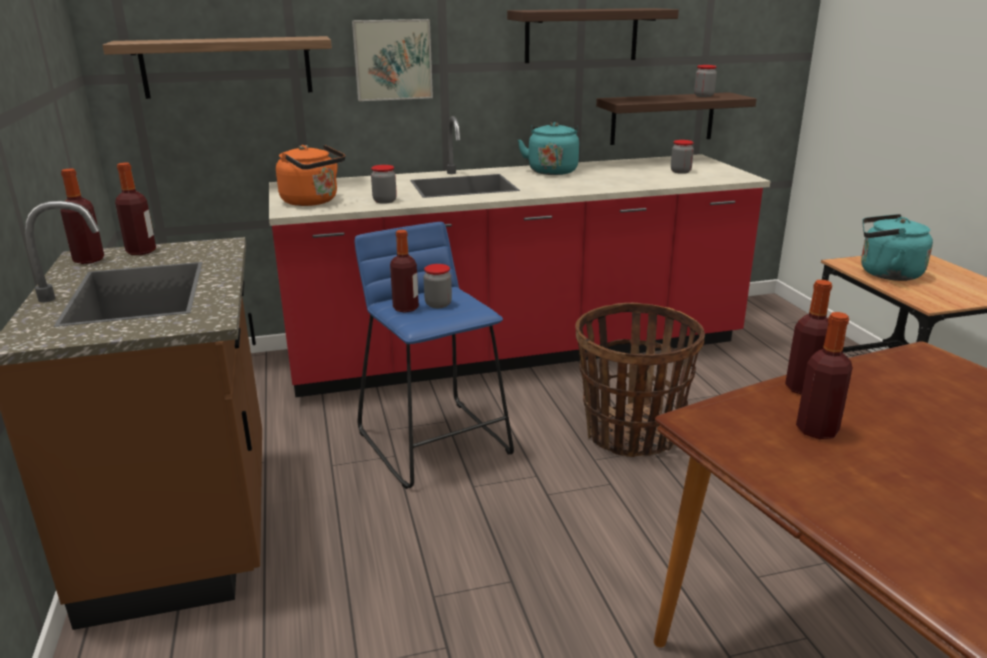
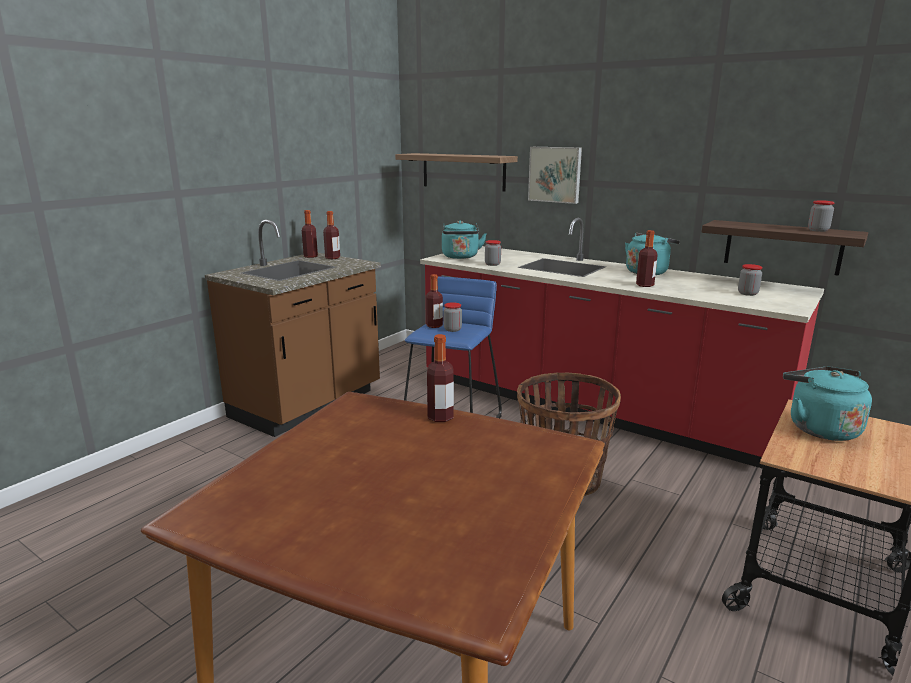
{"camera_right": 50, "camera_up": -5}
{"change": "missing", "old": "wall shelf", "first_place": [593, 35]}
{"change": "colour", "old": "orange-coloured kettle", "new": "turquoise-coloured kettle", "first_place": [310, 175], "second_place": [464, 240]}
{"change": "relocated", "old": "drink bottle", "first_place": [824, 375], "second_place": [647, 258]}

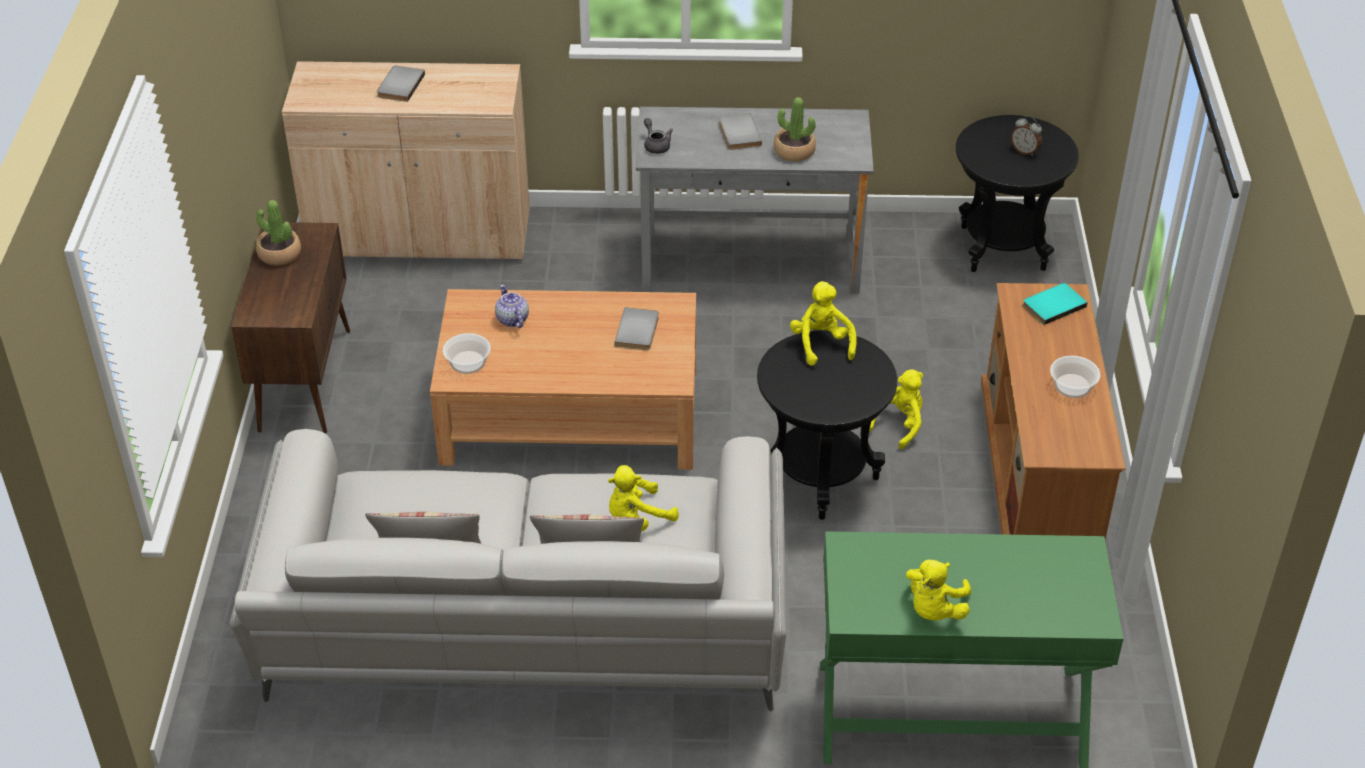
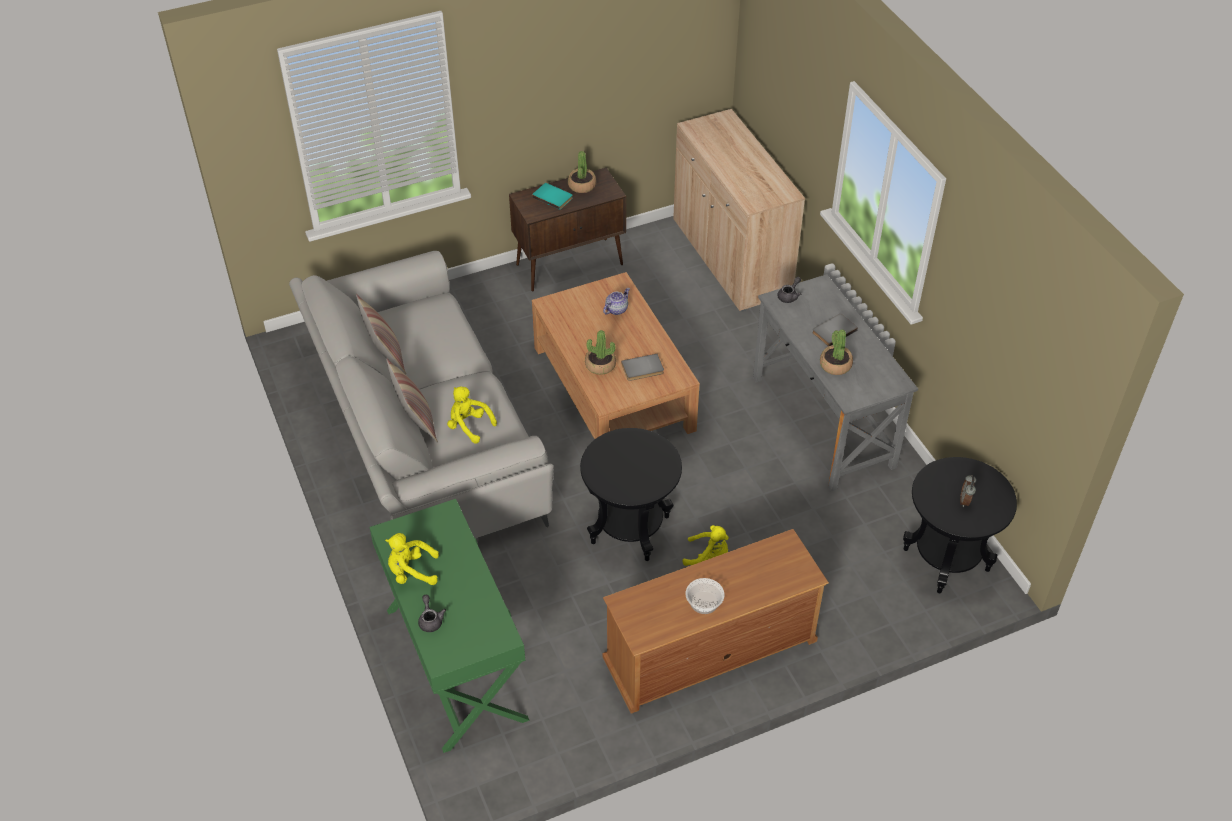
{"camera_right": 65, "camera_up": 5}
{"change": "missing", "old": "greyish bound book", "first_place": [401, 83]}
{"change": "missing", "old": "yellow-coloured plush toy", "first_place": [823, 323]}
{"change": "relocated", "old": "turquoise-coloured bound book", "first_place": [1055, 304], "second_place": [552, 196]}
{"change": "missing", "old": "bowl", "first_place": [467, 353]}
{"change": "appeared", "new": "houseplant", "second_place": [600, 352]}
{"change": "appeared", "new": "greyish pot for tea", "second_place": [432, 613]}

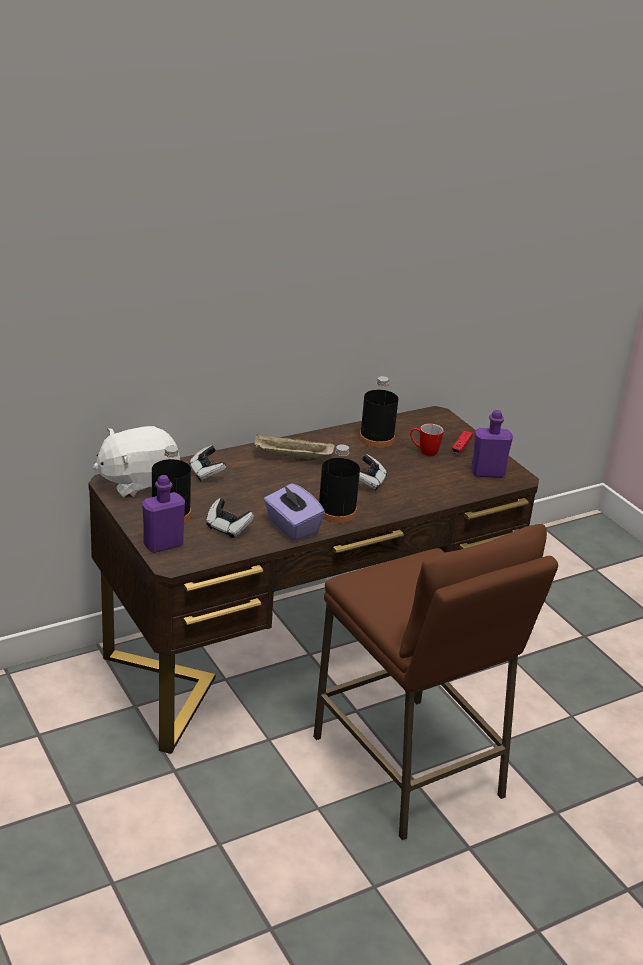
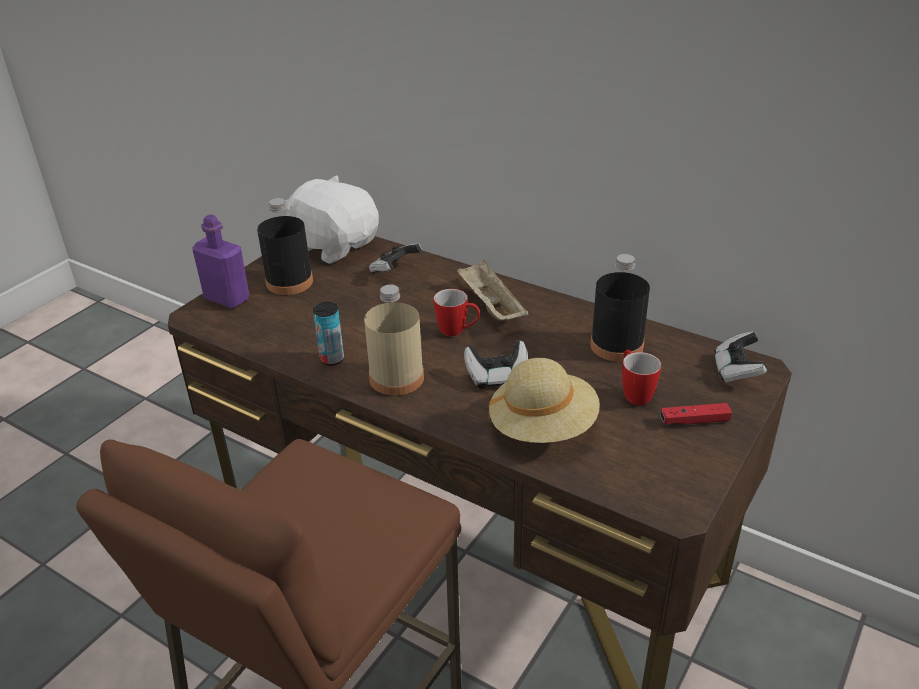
{"camera_right": 65, "camera_up": 5}
{"change": "missing", "old": "purple-coloured drink bottle", "first_place": [492, 444]}
{"change": "colour", "old": "black drink bottle", "new": "beige drink bottle", "first_place": [339, 483], "second_place": [394, 340]}
{"change": "exchanged", "old": "purple-coloured tissue holder", "new": "can", "first_place": [294, 512], "second_place": [328, 334]}
{"change": "relocated", "old": "joypad", "first_place": [230, 518], "second_place": [741, 357]}
{"change": "appeared", "new": "coffee mug", "second_place": [457, 312]}
{"change": "appeared", "new": "beige clothing hat", "second_place": [544, 400]}

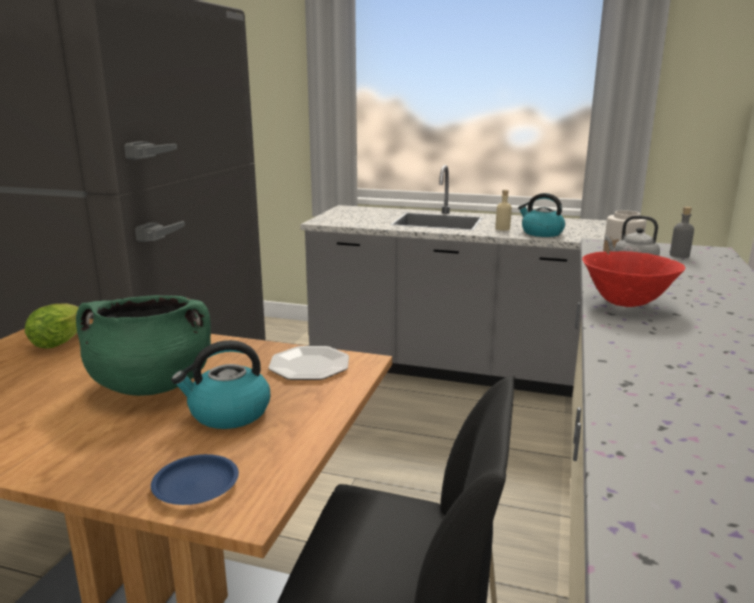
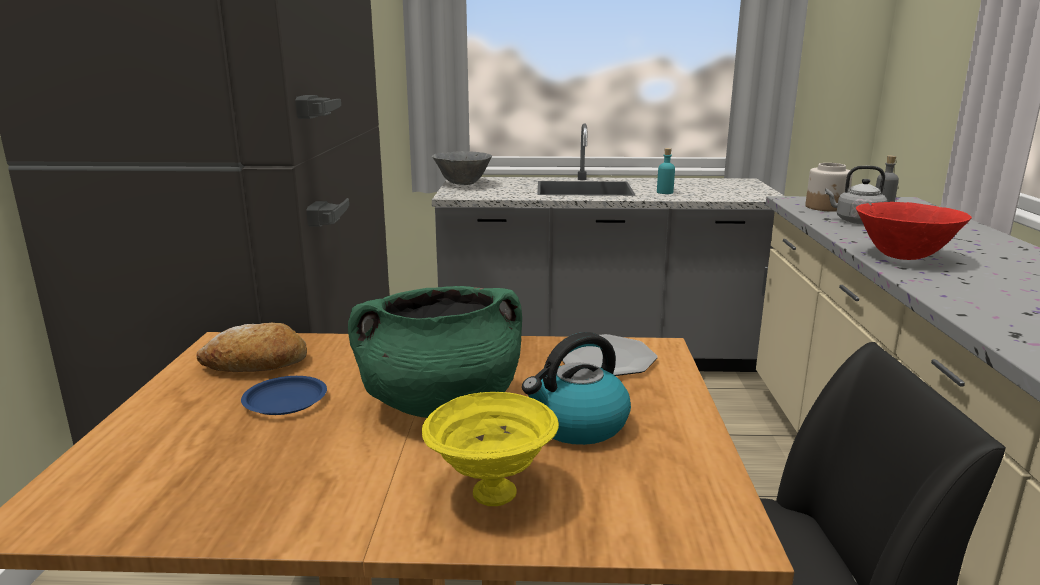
{"camera_right": -15, "camera_up": 0}
{"change": "colour", "old": "beige drink bottle", "new": "turquoise-coloured drink bottle", "first_place": [503, 210], "second_place": [666, 171]}
{"change": "missing", "old": "kettle", "first_place": [541, 215]}
{"change": "exchanged", "old": "lettuce", "new": "bakery bread", "first_place": [52, 326], "second_place": [251, 347]}
{"change": "relocated", "old": "bluish plate", "first_place": [195, 479], "second_place": [284, 395]}
{"change": "appeared", "new": "greyish bowl", "second_place": [462, 168]}
{"change": "appeared", "new": "yellow-coloured bowl", "second_place": [490, 449]}

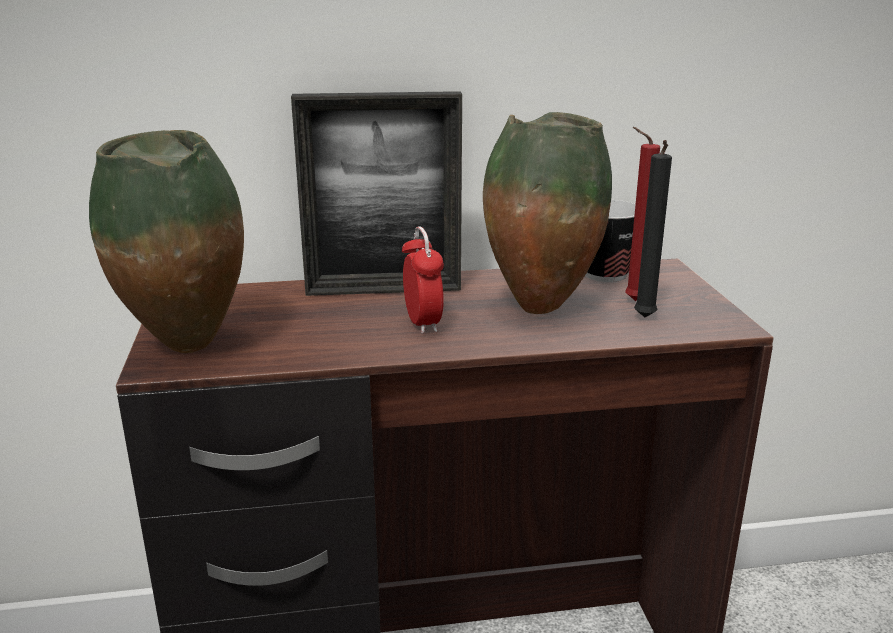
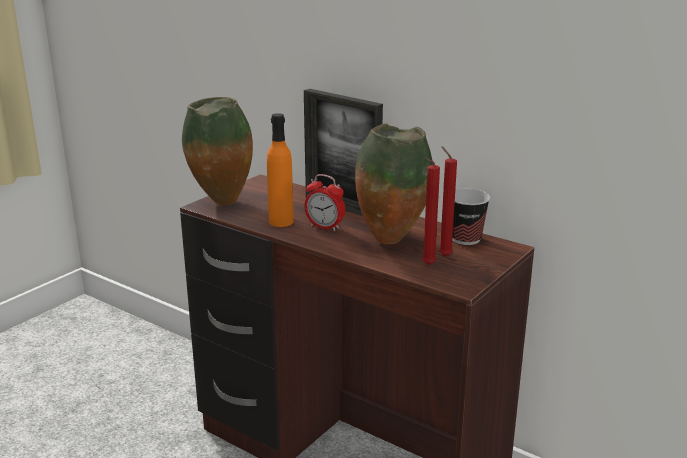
{"camera_right": 45, "camera_up": 0}
{"change": "colour", "old": "black candle", "new": "red-coloured candle", "first_place": [653, 228], "second_place": [431, 211]}
{"change": "spun", "old": "table clock", "first_place": [423, 280], "second_place": [324, 202], "degrees": 90}
{"change": "appeared", "new": "orange-coloured drink bottle", "second_place": [280, 170]}

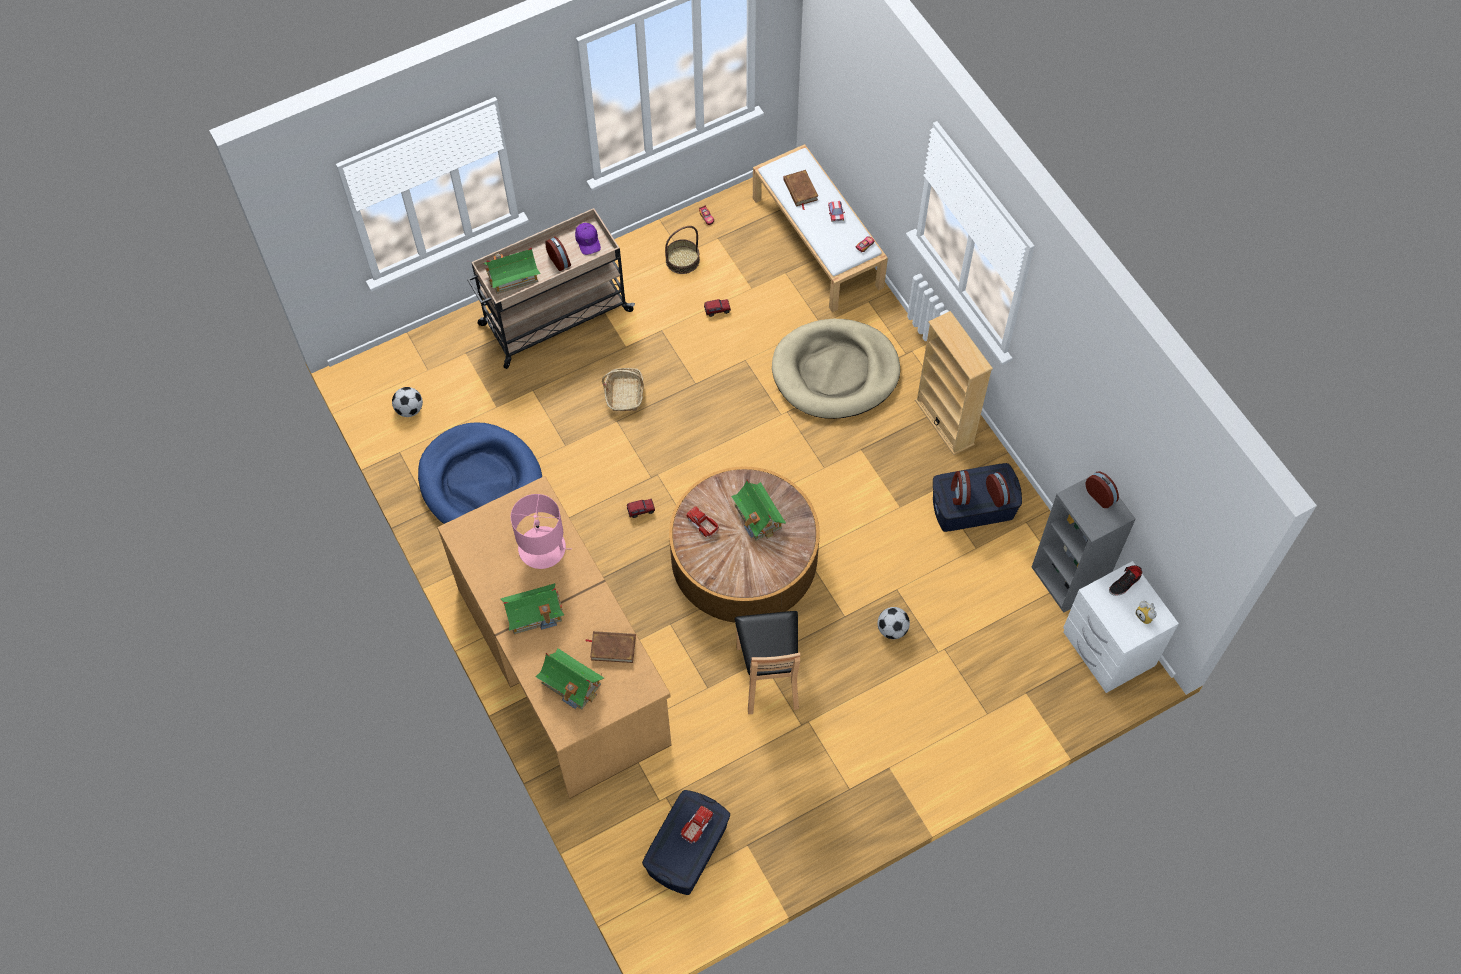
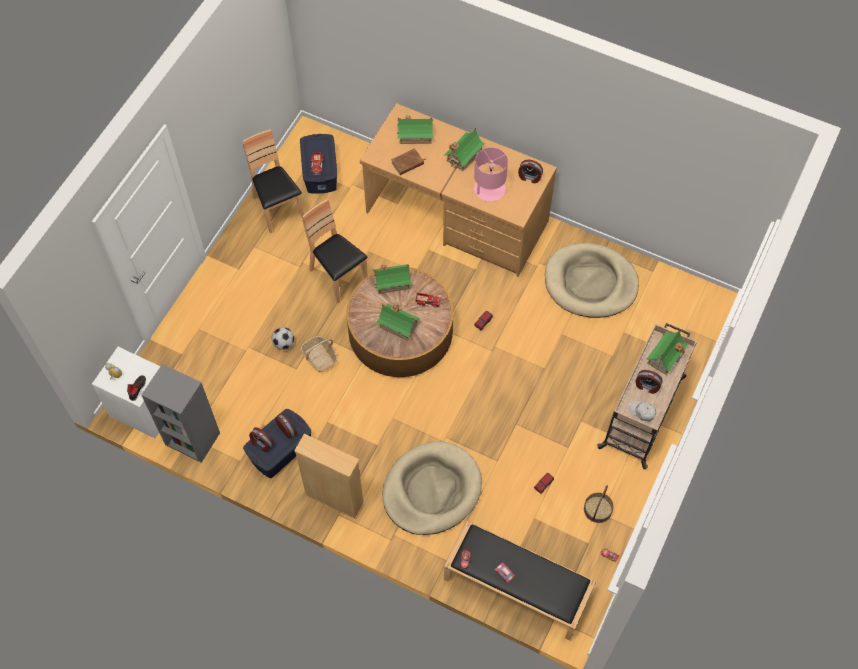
{"camera_right": 145, "camera_up": 0}
{"change": "colour", "old": "white long seat", "new": "black long seat", "first_place": [820, 228], "second_place": [520, 580]}
{"change": "missing", "old": "brown bound book", "first_place": [800, 190]}
{"change": "colour", "old": "purple-coloured cap", "new": "white cap", "first_place": [588, 239], "second_place": [642, 410]}
{"change": "relocated", "old": "storage basket", "first_place": [623, 389], "second_place": [319, 354]}
{"change": "missing", "old": "football", "first_place": [407, 402]}
{"change": "colour", "old": "bluish pet bed", "new": "beige pet bed", "first_place": [480, 473], "second_place": [592, 280]}
{"change": "relocated", "old": "table clock", "first_place": [1102, 490], "second_place": [530, 171]}
{"change": "appeared", "new": "brown plain chair", "second_place": [273, 181]}
{"change": "appeared", "new": "model house", "second_place": [392, 279]}

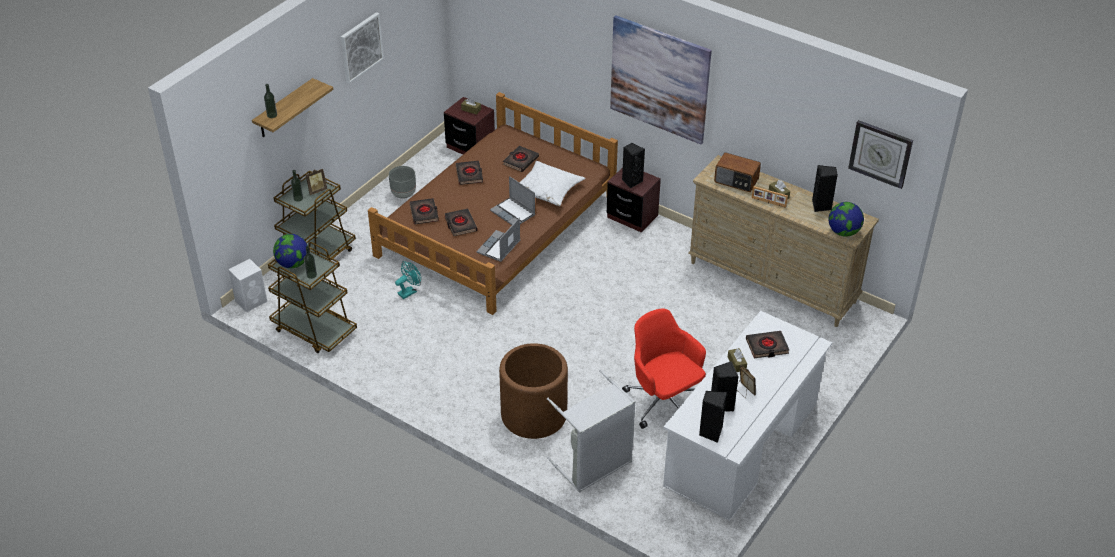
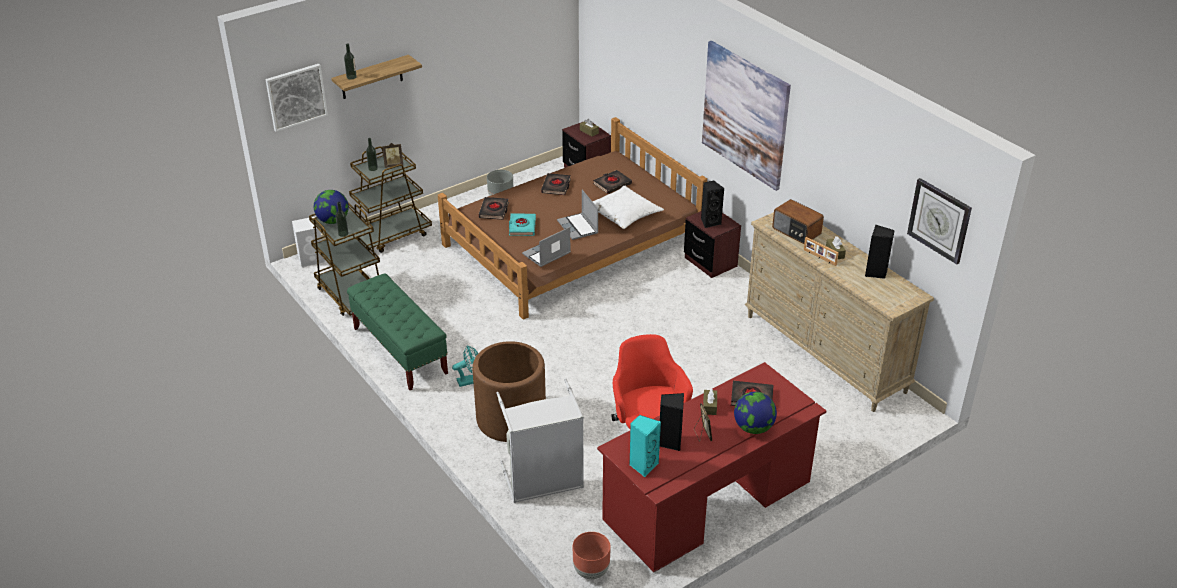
{"camera_right": 20, "camera_up": -5}
{"change": "relocated", "old": "picture", "first_place": [362, 48], "second_place": [296, 98]}
{"change": "relocated", "old": "globe", "first_place": [846, 219], "second_place": [755, 413]}
{"change": "colour", "old": "black bound book", "new": "turquoise-coloured bound book", "first_place": [461, 222], "second_place": [522, 225]}
{"change": "relocated", "old": "turquoise-coloured fan", "first_place": [408, 280], "second_place": [465, 366]}
{"change": "colour", "old": "white desk", "new": "red-coloured desk", "first_place": [747, 416], "second_place": [711, 467]}
{"change": "colour", "old": "black loudspeaker", "new": "turquoise-coloured loudspeaker", "first_place": [713, 417], "second_place": [645, 446]}
{"change": "appeared", "new": "green-coloured long seat", "second_place": [397, 331]}
{"change": "appeared", "new": "brown plant pot", "second_place": [591, 555]}

